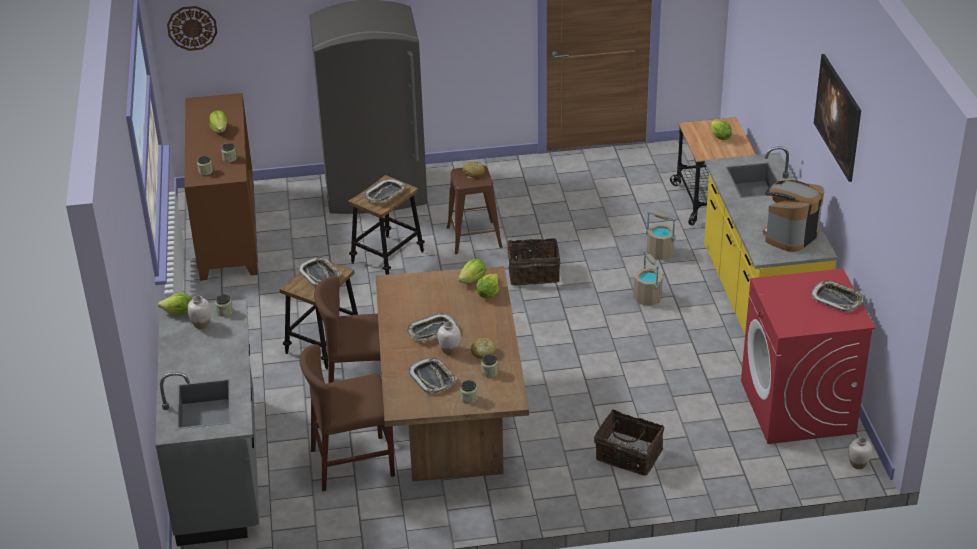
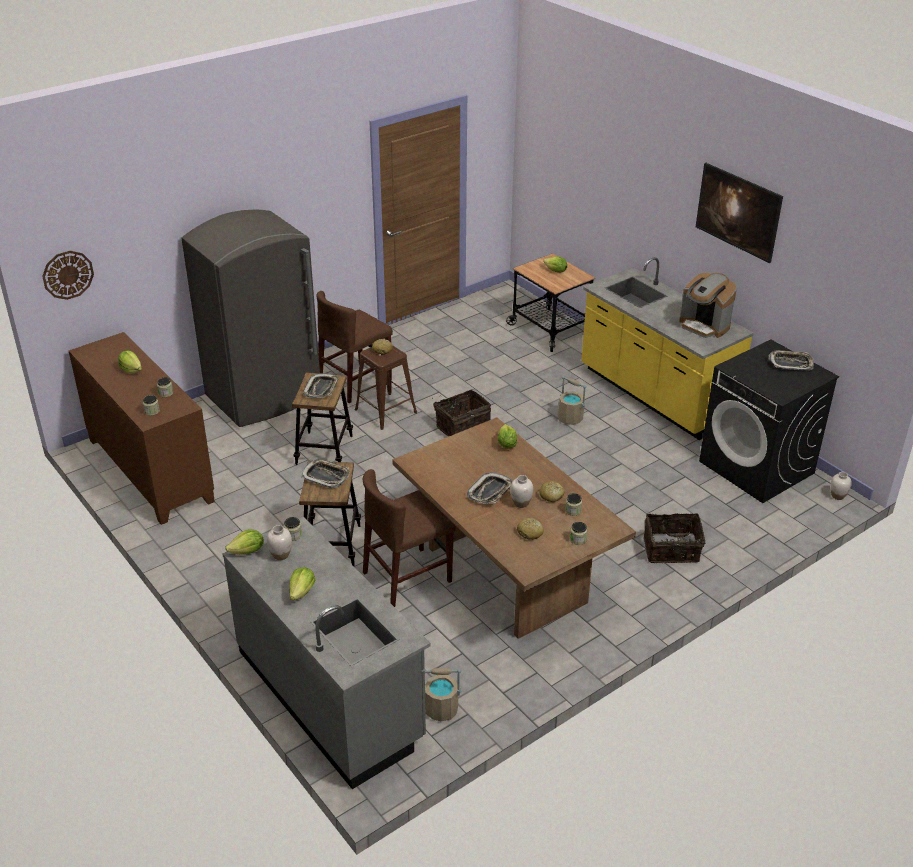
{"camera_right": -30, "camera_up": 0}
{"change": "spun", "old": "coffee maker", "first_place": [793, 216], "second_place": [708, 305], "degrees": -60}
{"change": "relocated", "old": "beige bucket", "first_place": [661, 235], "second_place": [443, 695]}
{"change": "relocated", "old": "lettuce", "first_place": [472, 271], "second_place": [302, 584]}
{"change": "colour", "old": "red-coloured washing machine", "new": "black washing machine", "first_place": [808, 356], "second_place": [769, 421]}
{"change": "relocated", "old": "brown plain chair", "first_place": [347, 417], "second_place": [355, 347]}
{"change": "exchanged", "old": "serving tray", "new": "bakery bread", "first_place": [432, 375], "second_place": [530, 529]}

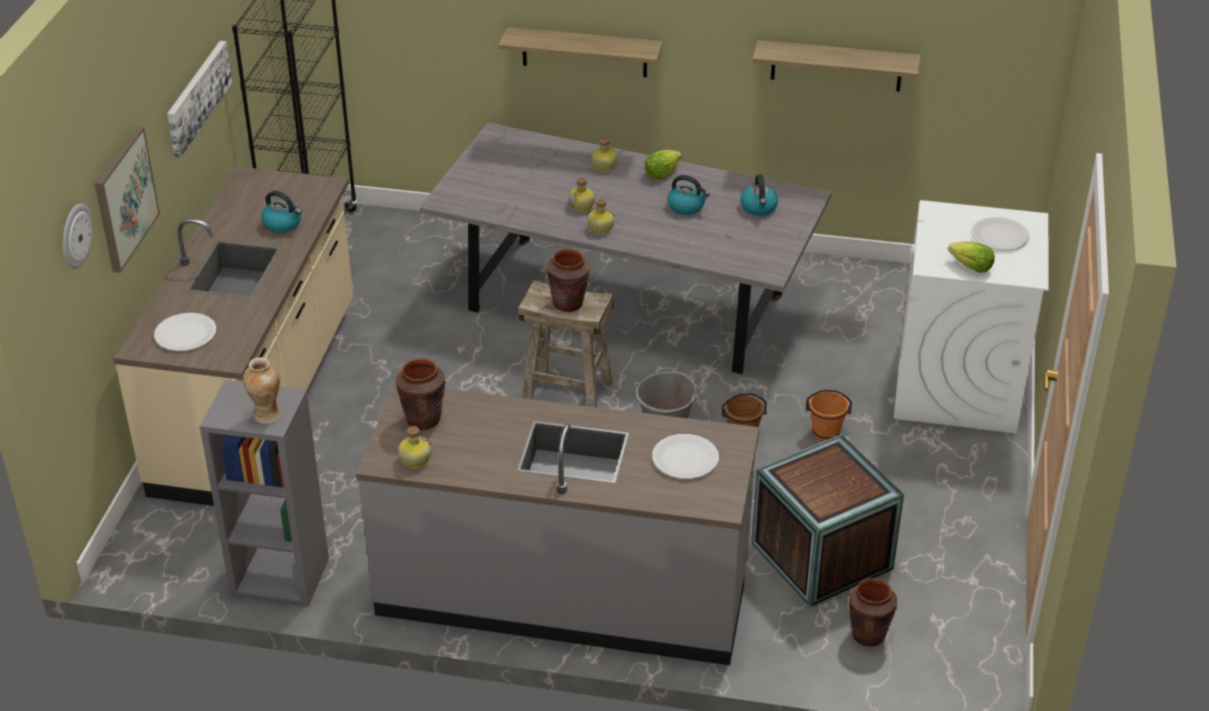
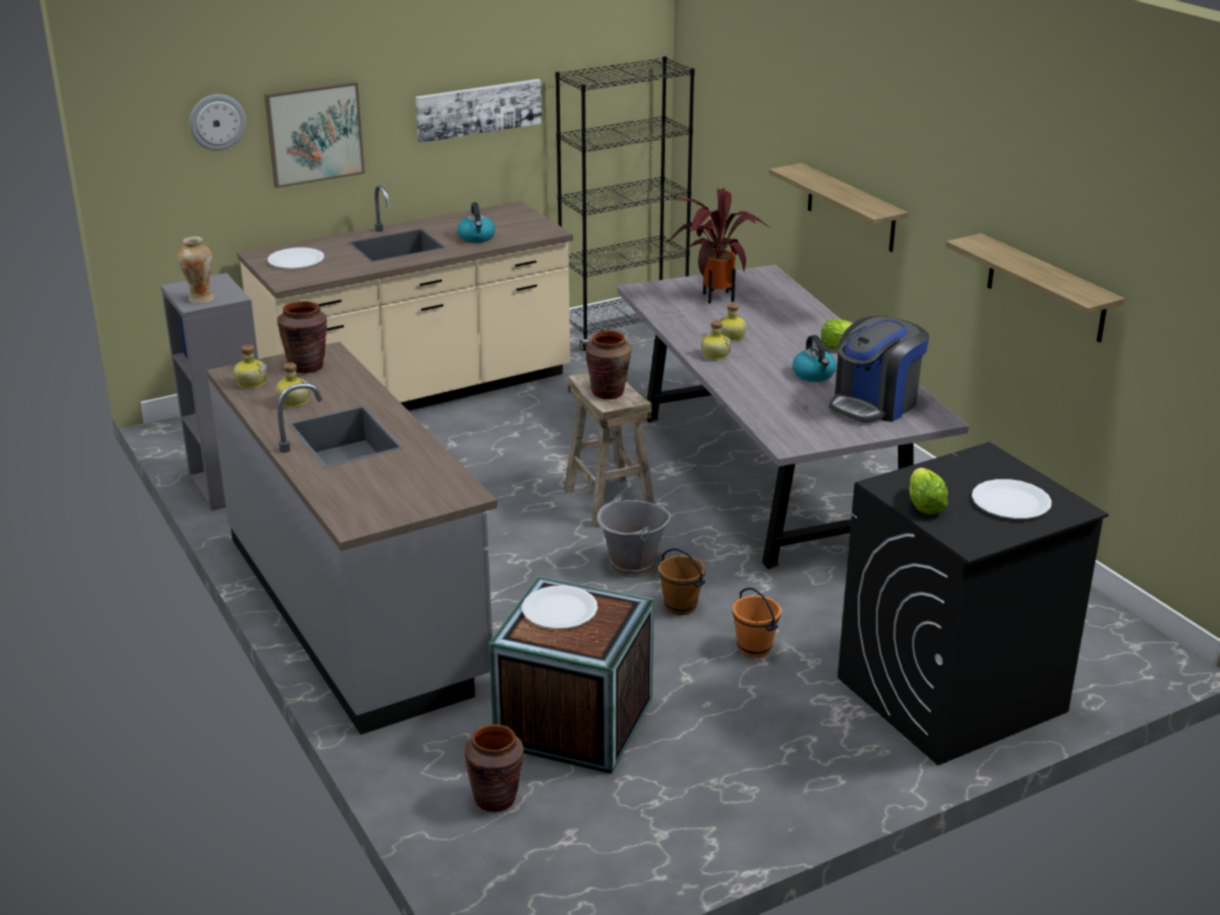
{"camera_right": 50, "camera_up": -10}
{"change": "relocated", "old": "drink bottle", "first_place": [604, 155], "second_place": [292, 385]}
{"change": "exchanged", "old": "kettle", "new": "coffee maker", "first_place": [759, 195], "second_place": [879, 369]}
{"change": "colour", "old": "white washing machine", "new": "black washing machine", "first_place": [971, 316], "second_place": [973, 603]}
{"change": "relocated", "old": "white plate", "first_place": [685, 456], "second_place": [560, 607]}
{"change": "appeared", "new": "houseplant", "second_place": [718, 246]}

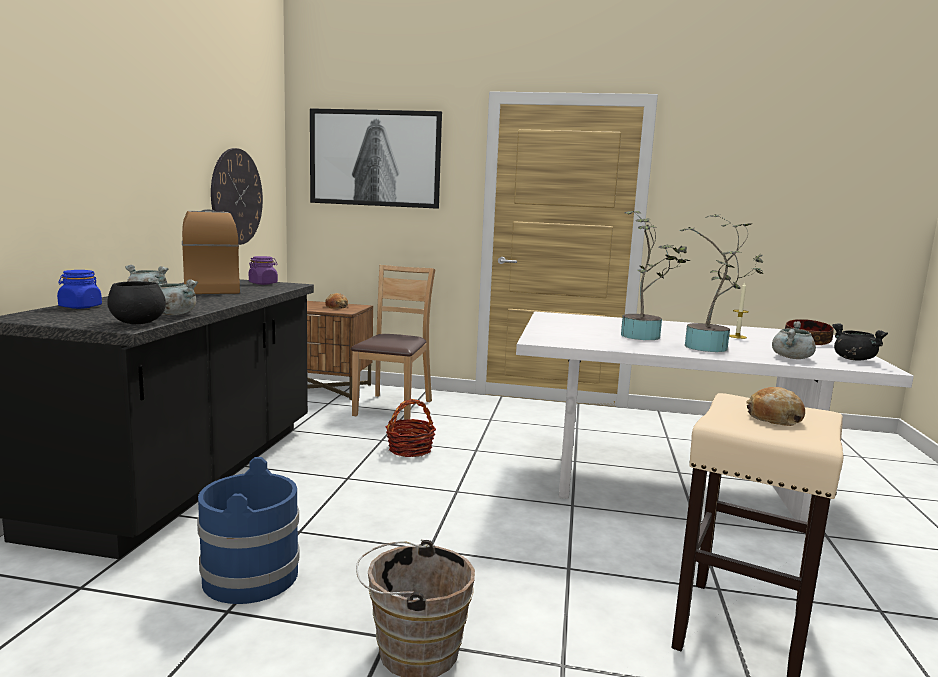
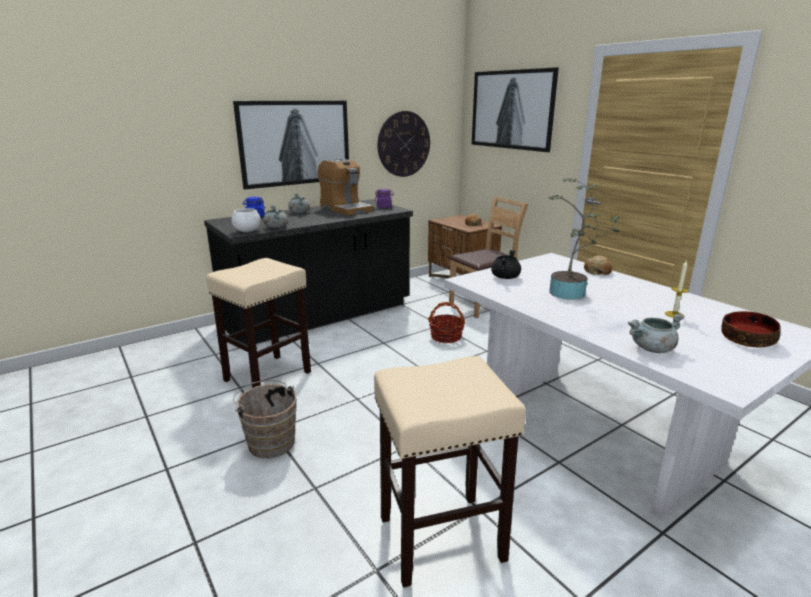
{"camera_right": 45, "camera_up": 10}
{"change": "spun", "old": "coffee maker", "first_place": [211, 251], "second_place": [345, 187], "degrees": 120}
{"change": "missing", "old": "houseplant", "first_place": [721, 283]}
{"change": "colour", "old": "black bowl", "new": "white bowl", "first_place": [136, 302], "second_place": [246, 220]}
{"change": "relocated", "old": "black stockpot", "first_place": [860, 341], "second_place": [506, 264]}
{"change": "relocated", "old": "bakery bread", "first_place": [775, 406], "second_place": [598, 265]}
{"change": "exchanged", "old": "bluish bucket", "new": "beige stool seat", "first_place": [248, 530], "second_place": [258, 323]}
{"change": "appeared", "new": "picture", "second_place": [291, 145]}

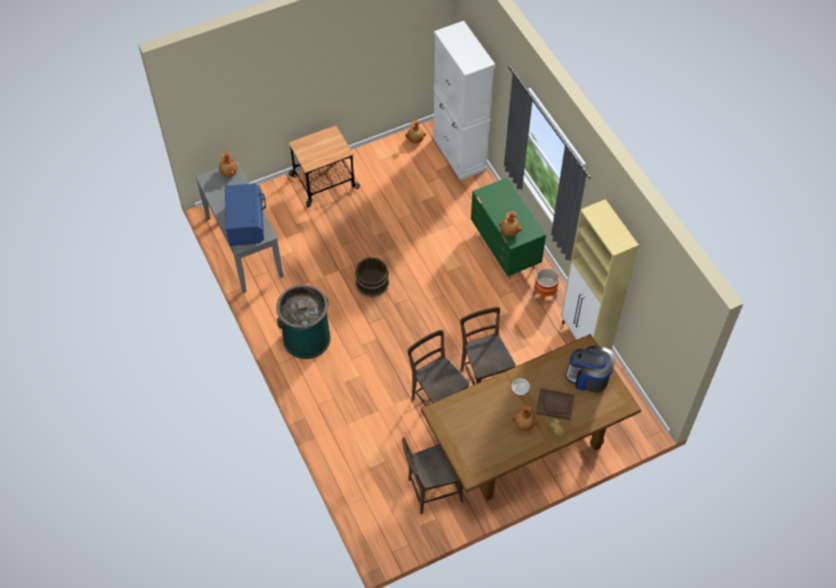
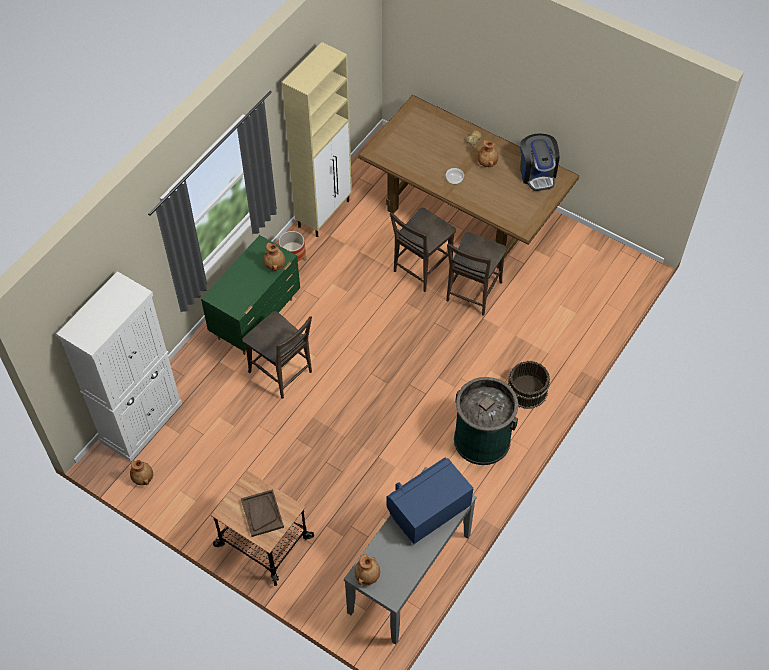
{"camera_right": -120, "camera_up": 0}
{"change": "relocated", "old": "brown bucket", "first_place": [372, 277], "second_place": [529, 385]}
{"change": "relocated", "old": "coffee maker", "first_place": [590, 369], "second_place": [539, 162]}
{"change": "relocated", "old": "brown serving tray", "first_place": [555, 404], "second_place": [262, 513]}
{"change": "relocated", "old": "brown plain chair", "first_place": [432, 475], "second_place": [277, 355]}

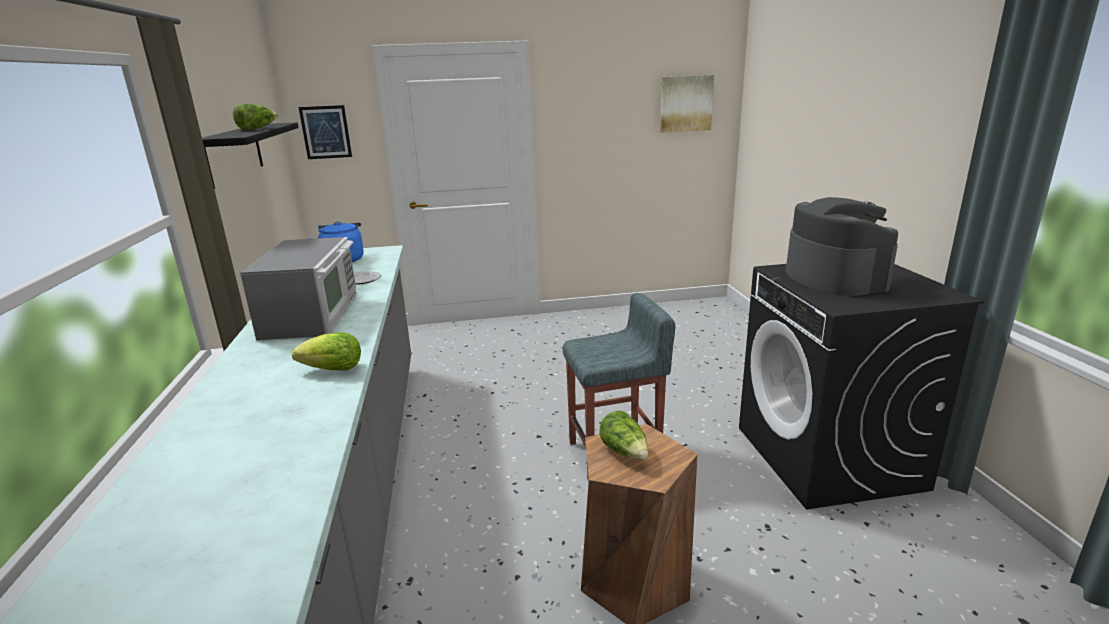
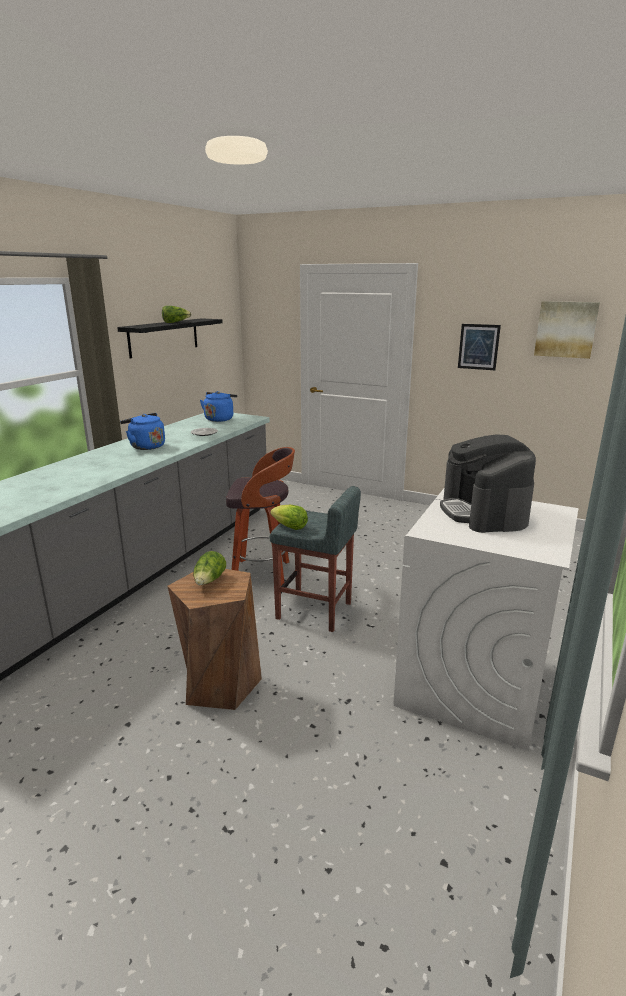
{"camera_right": 35, "camera_up": 0}
{"change": "relocated", "old": "picture", "first_place": [325, 132], "second_place": [479, 347]}
{"change": "spun", "old": "coffee maker", "first_place": [842, 246], "second_place": [488, 483], "degrees": 150}
{"change": "exchanged", "old": "kitchen microwave", "new": "bluish kettle", "first_place": [298, 288], "second_place": [142, 431]}
{"change": "colour", "old": "black washing machine", "new": "white washing machine", "first_place": [861, 386], "second_place": [485, 620]}
{"change": "relocated", "old": "lettuce", "first_place": [326, 351], "second_place": [289, 517]}
{"change": "appeared", "new": "stool seat", "second_place": [260, 516]}

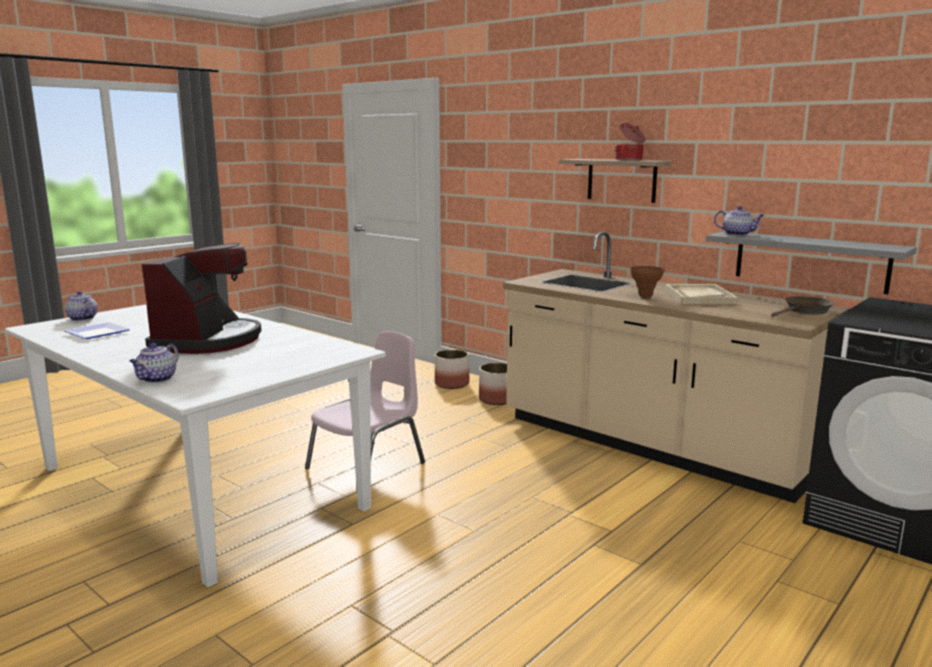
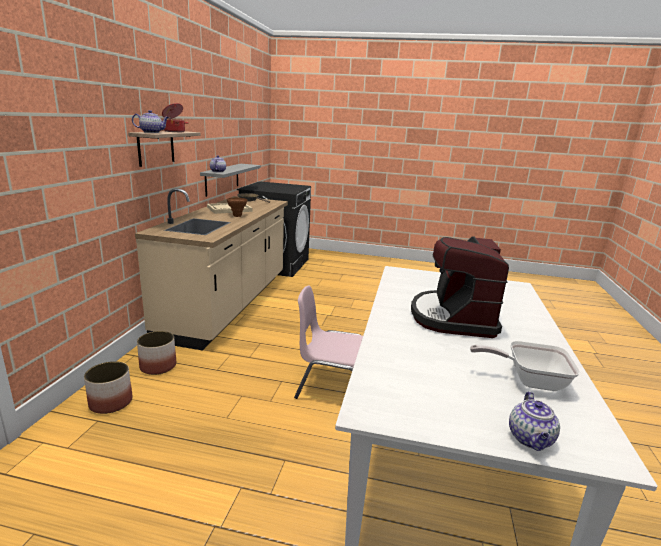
{"camera_right": -120, "camera_up": 5}
{"change": "spun", "old": "coffee maker", "first_place": [202, 298], "second_place": [460, 287], "degrees": -60}
{"change": "exchanged", "old": "plate", "new": "skillet", "first_place": [97, 330], "second_place": [525, 366]}
{"change": "relocated", "old": "pot for tea", "first_place": [154, 363], "second_place": [150, 121]}

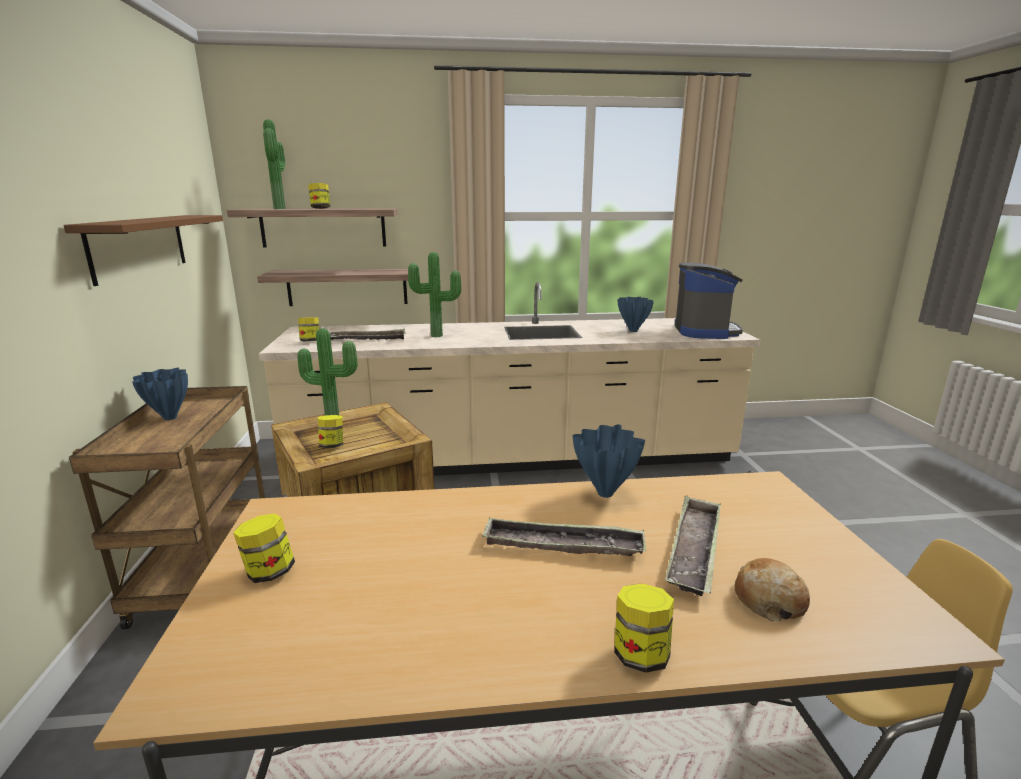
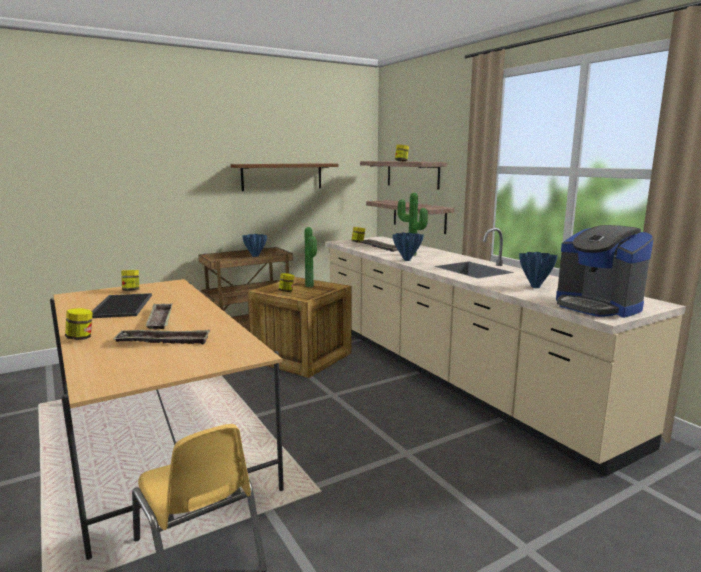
{"camera_right": 65, "camera_up": -5}
{"change": "missing", "old": "houseplant", "first_place": [274, 164]}
{"change": "spun", "old": "coffee maker", "first_place": [709, 300], "second_place": [605, 271], "degrees": 75}
{"change": "relocated", "old": "bluish vase", "first_place": [609, 461], "second_place": [408, 247]}
{"change": "missing", "old": "bakery bread", "first_place": [772, 590]}
{"change": "appeared", "new": "serving tray", "second_place": [122, 305]}

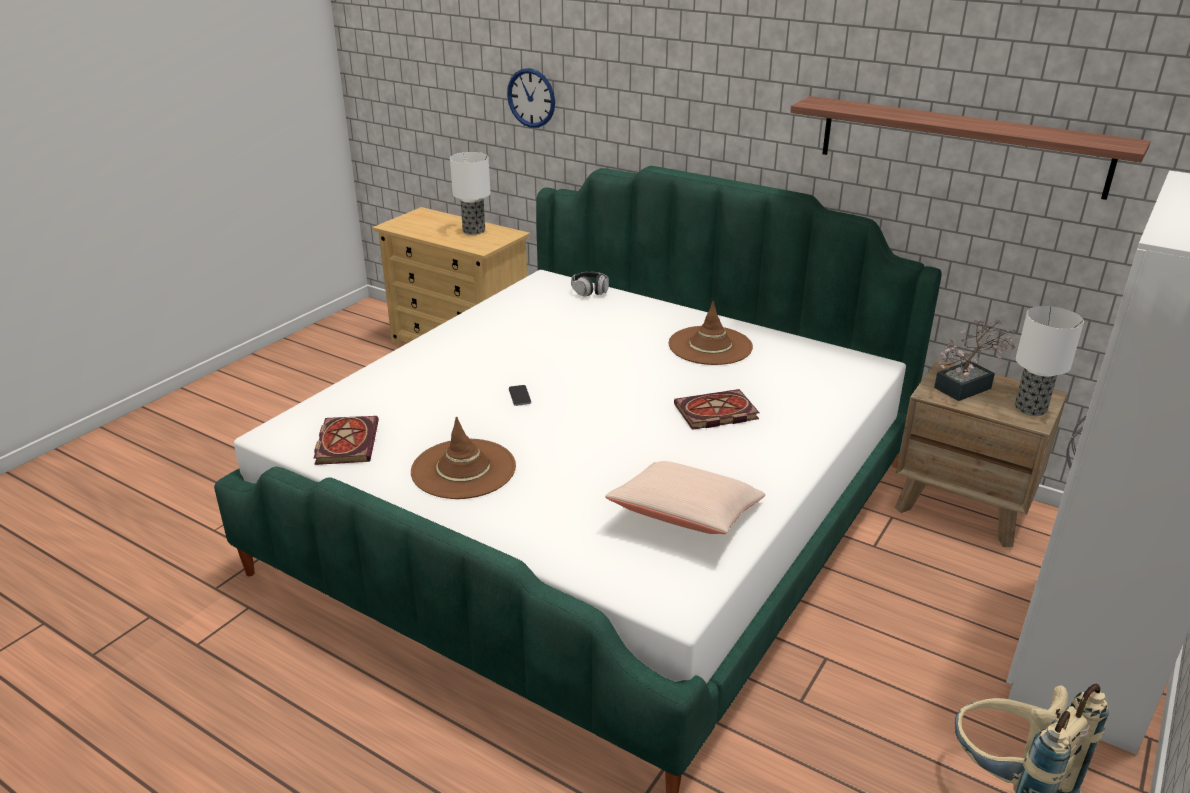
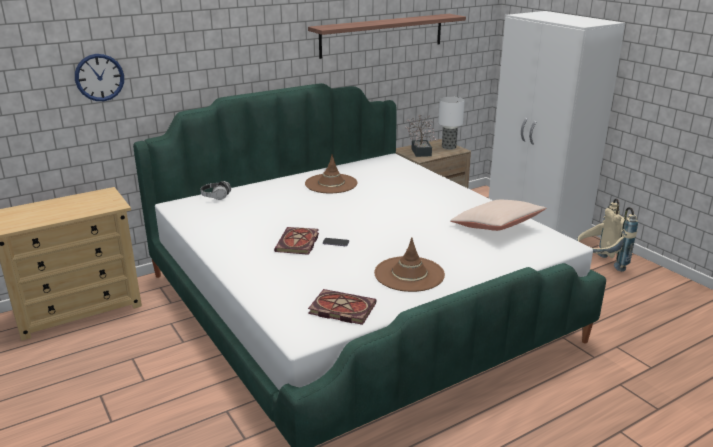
{"camera_right": -65, "camera_up": -5}
{"change": "missing", "old": "lamp for a table", "first_place": [470, 193]}
{"change": "relocated", "old": "bound book", "first_place": [716, 409], "second_place": [296, 241]}

